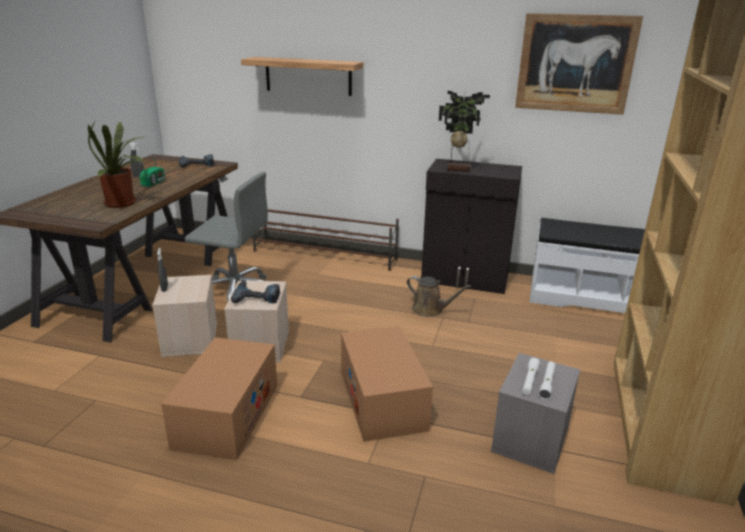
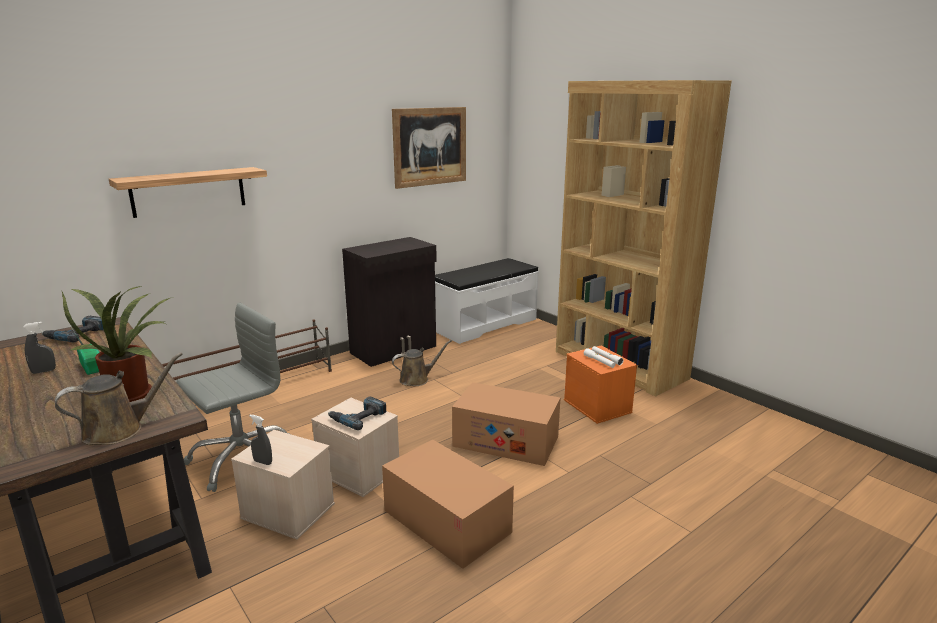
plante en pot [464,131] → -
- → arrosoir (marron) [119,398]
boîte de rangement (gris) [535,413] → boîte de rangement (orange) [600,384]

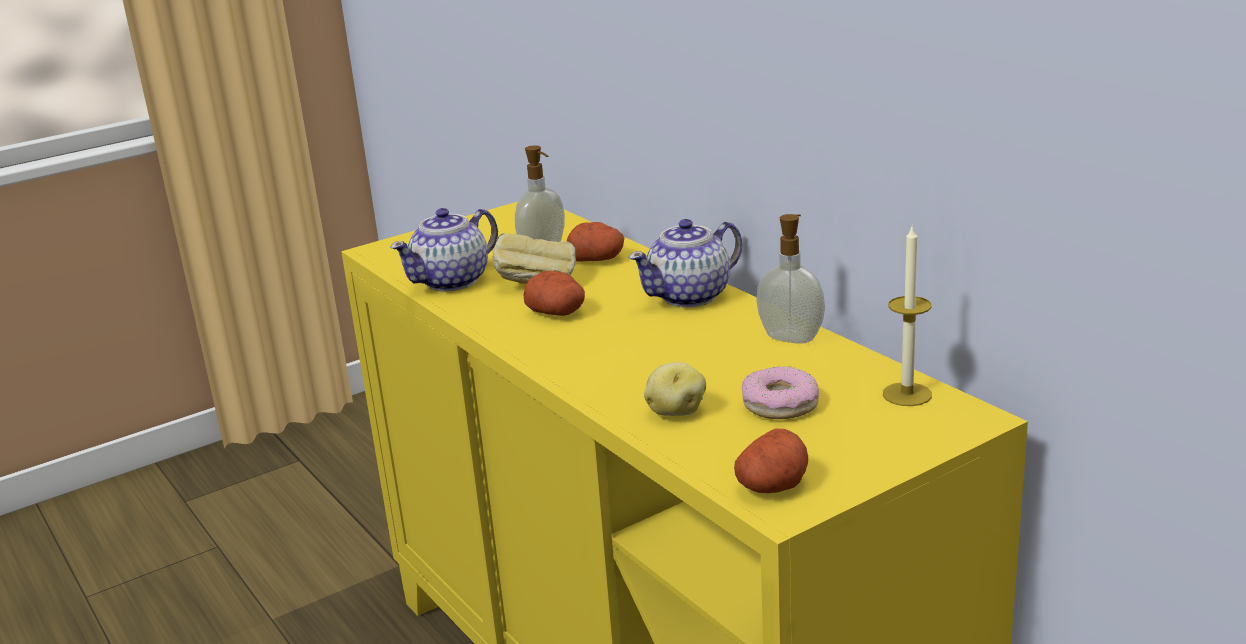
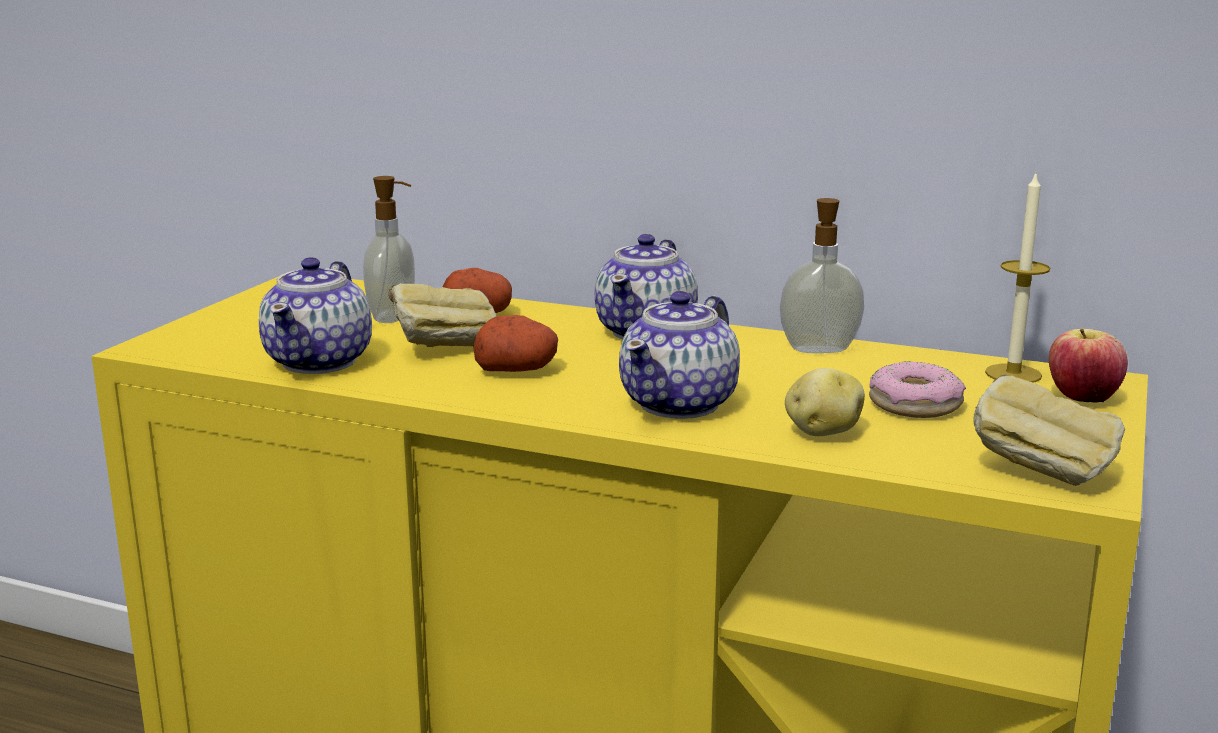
- → théière [679,355]
- → pomme [1088,366]
pomme de terre [771,461] → pain [1049,430]

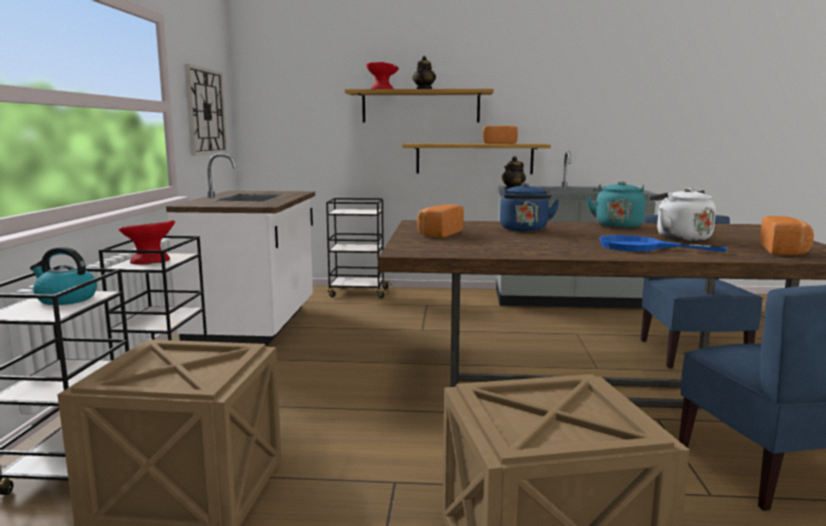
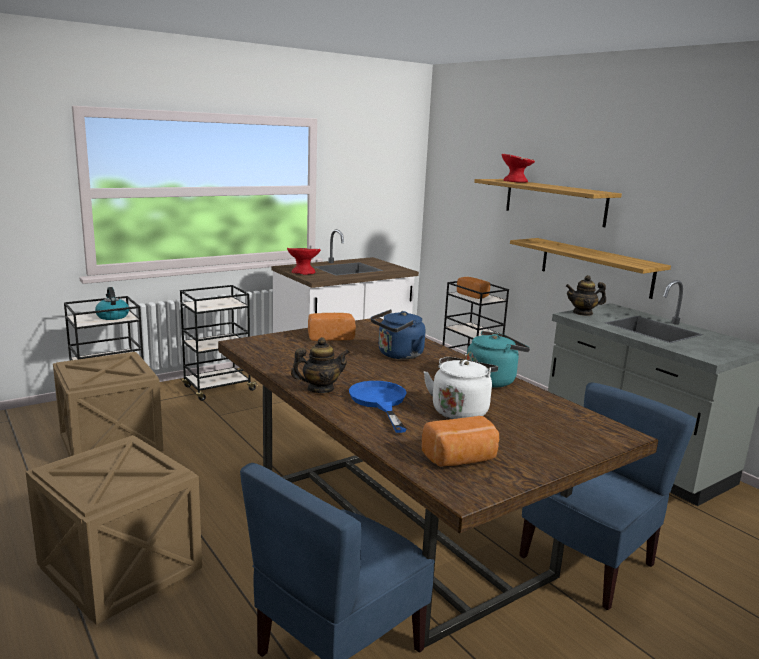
horloge murale [206,109] → -
bol (rouge) [146,242] → bol (rouge) [304,261], move
théière [424,72] → théière [320,365], move
pain [500,135] → pain [473,288], move

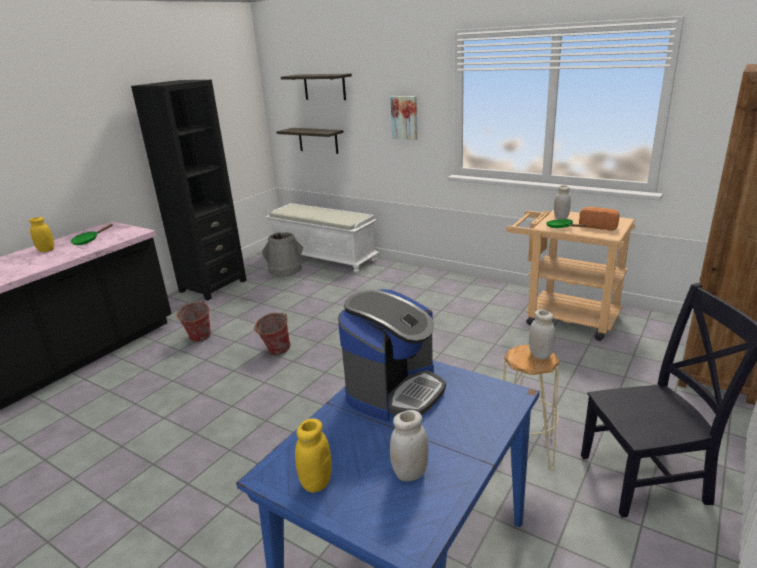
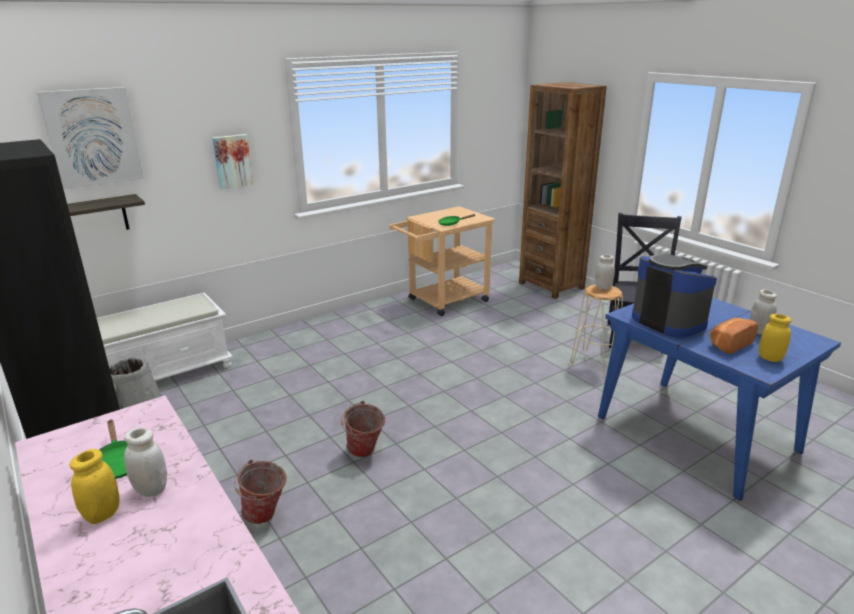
bocal (blanc) [562,202] → bocal (blanc) [145,462], move
pain [599,219] → pain [734,336], move
étagère [316,87] → tableau [90,138]

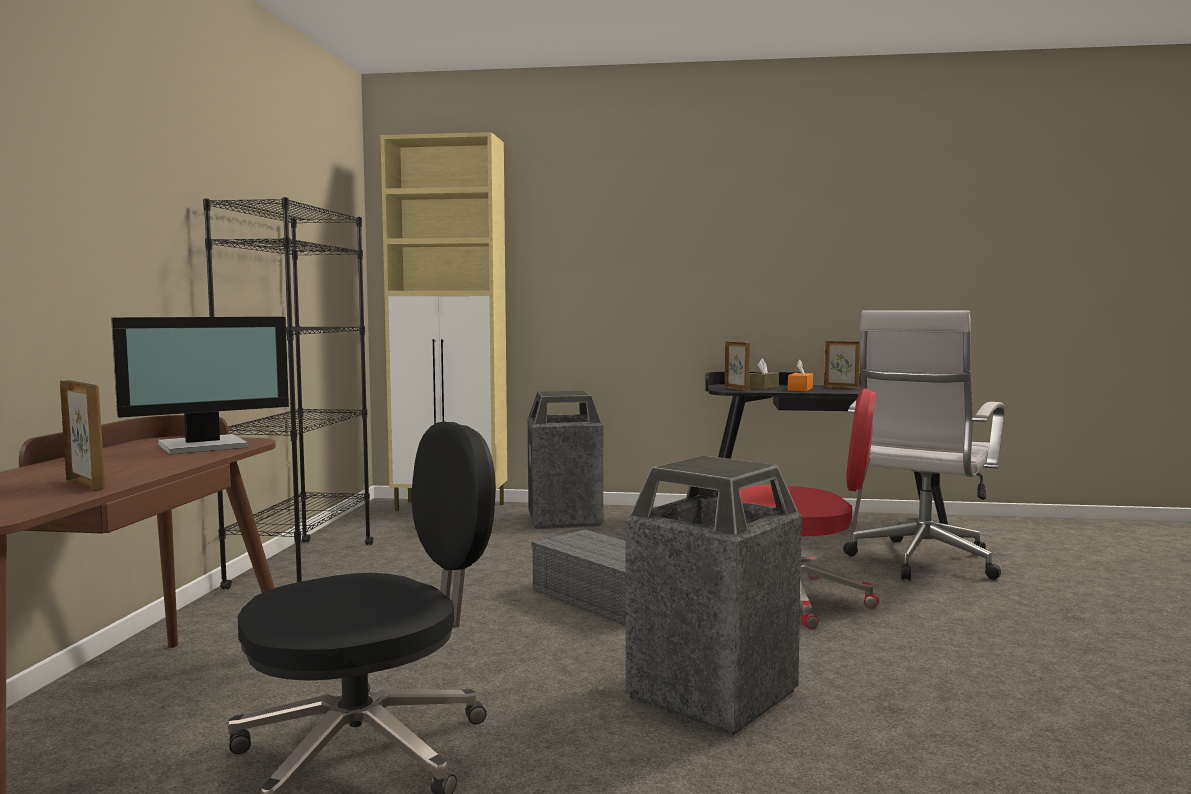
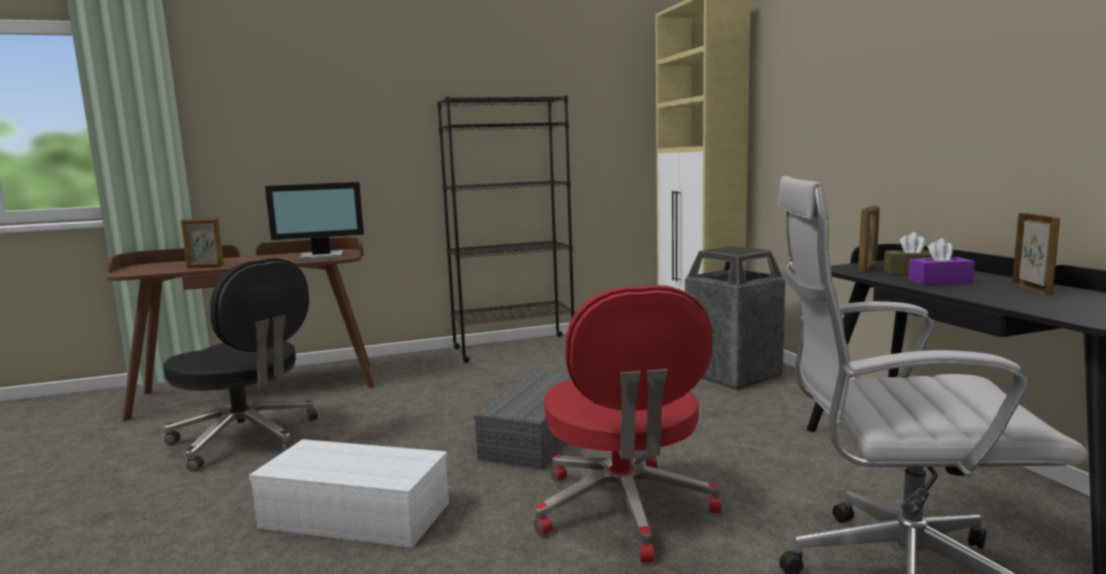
poubelle [714,595] → boîte de rangement (blanc) [349,493]
boîte à mouchoirs (orange) [800,375] → boîte à mouchoirs (violet) [941,261]
cadre photo [82,435] → cadre photo [202,243], 75 degrees clockwise
écran d'ordinateur [200,385] → écran d'ordinateur [314,221], 45 degrees counterclockwise

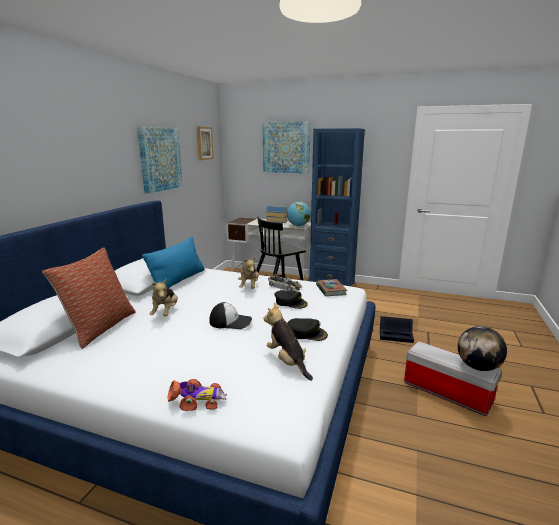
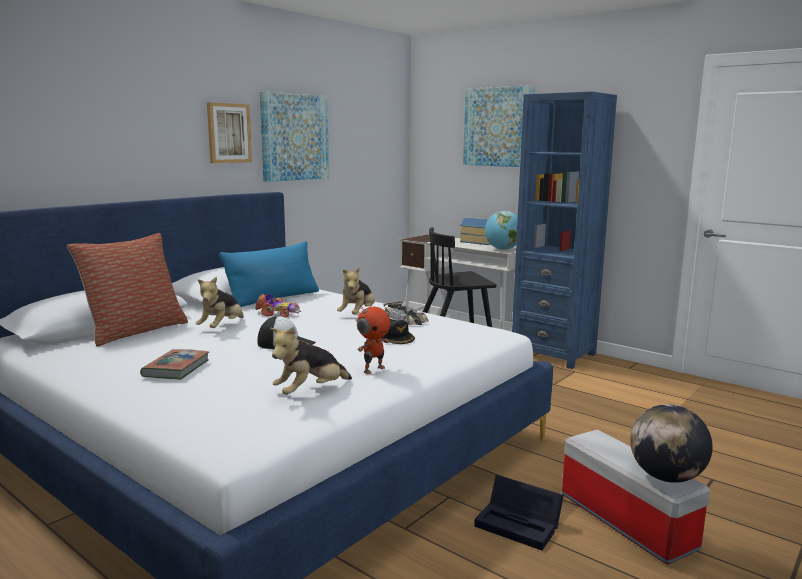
petite voiture [197,395] → petite voiture [278,305], move
tableau [205,143] → tableau [229,132], move
livre [331,287] → livre [174,364], move
boîte de rangement (noir) [397,329] → boîte de rangement (noir) [519,513], move
casquette (noir) [308,329] → robot jouet [373,339]
peluche [288,342] → peluche [311,361], 120 degrees counterclockwise

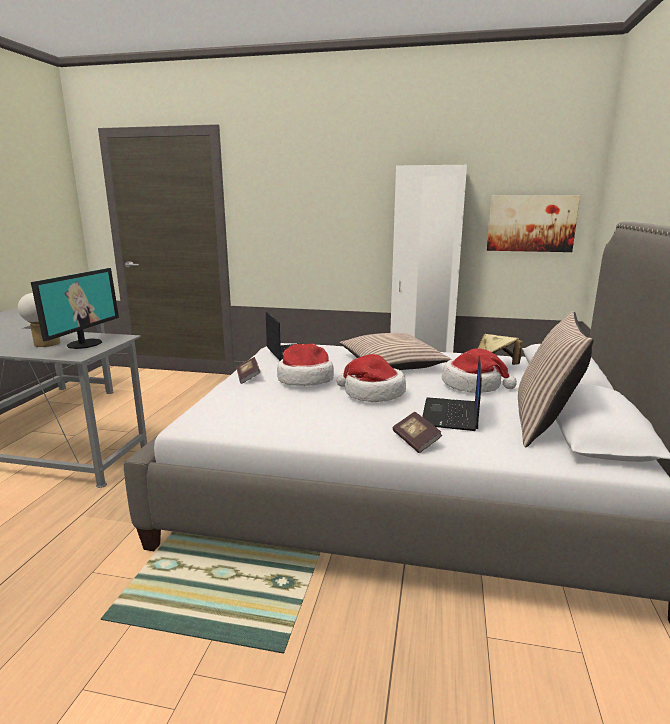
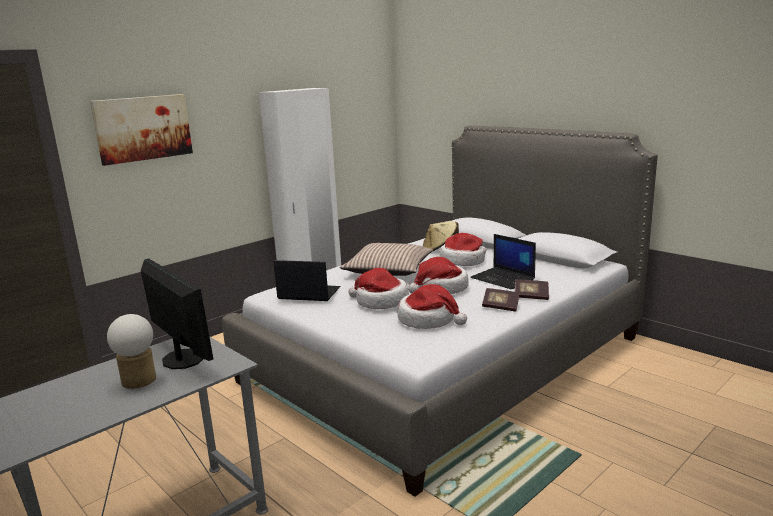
coussin [556,379] → -
- → chapeau [432,306]
livre [248,370] → livre [501,300], move
tableau [533,224] → tableau [141,130], move

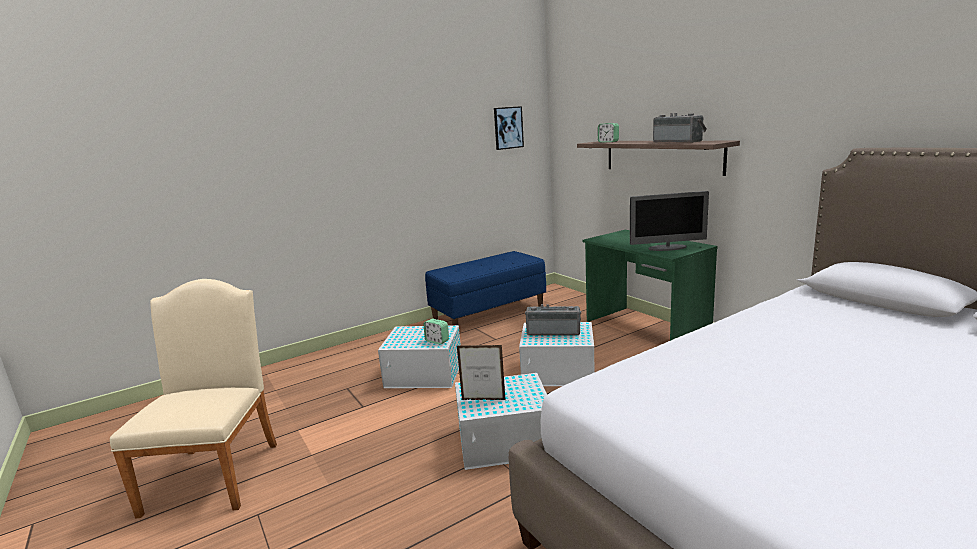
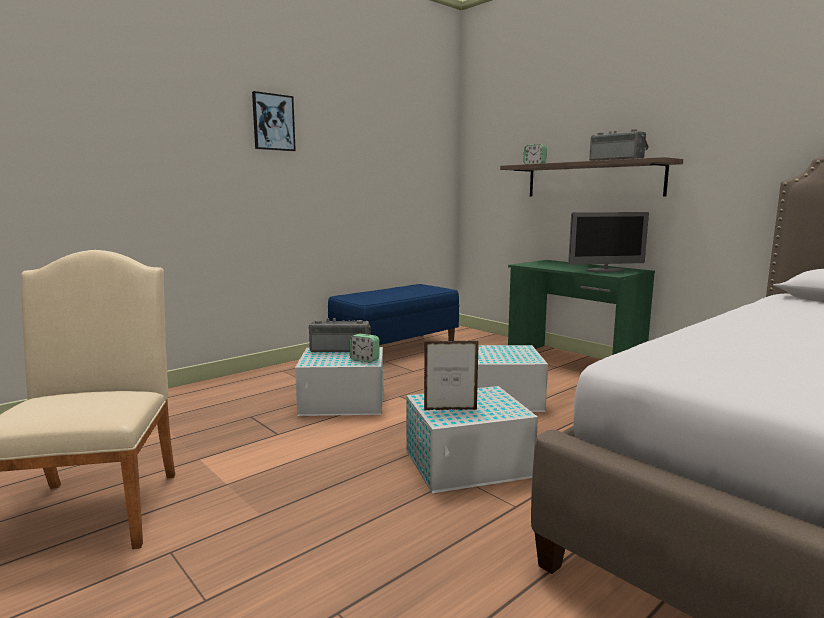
tableau [509,128] → tableau [274,121], move
radio [553,319] → radio [340,335], move

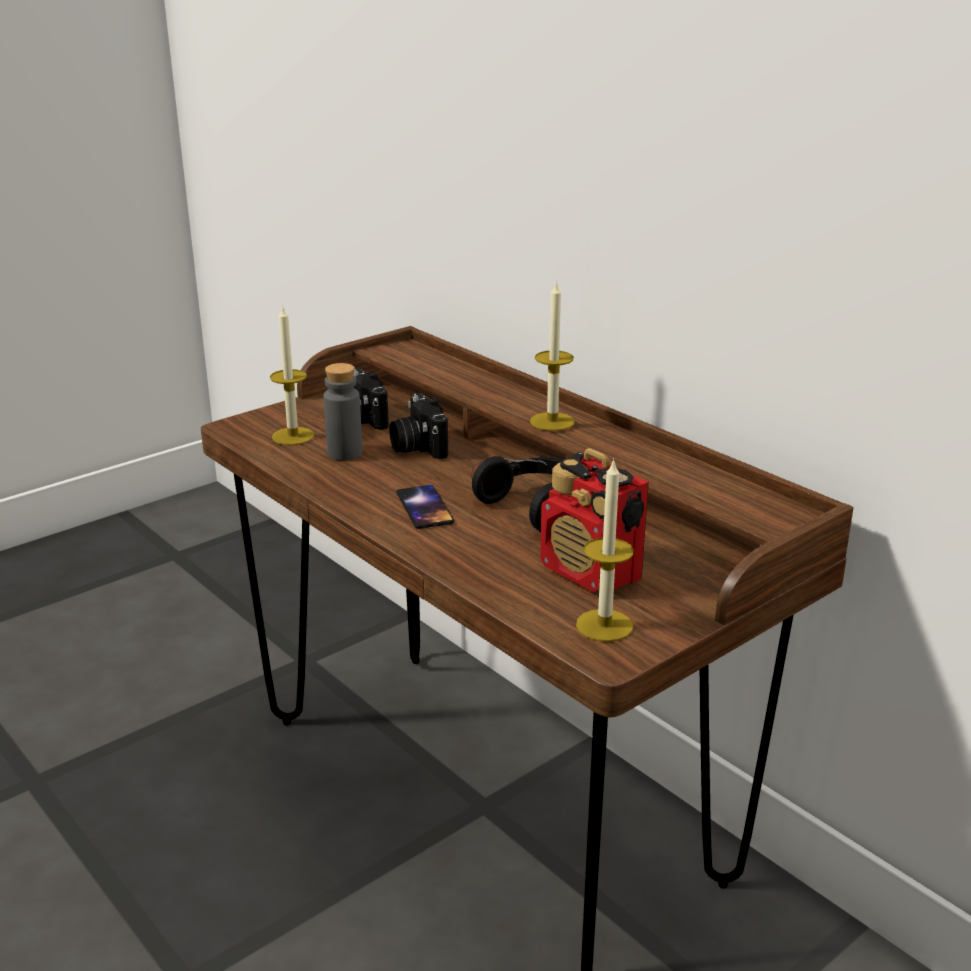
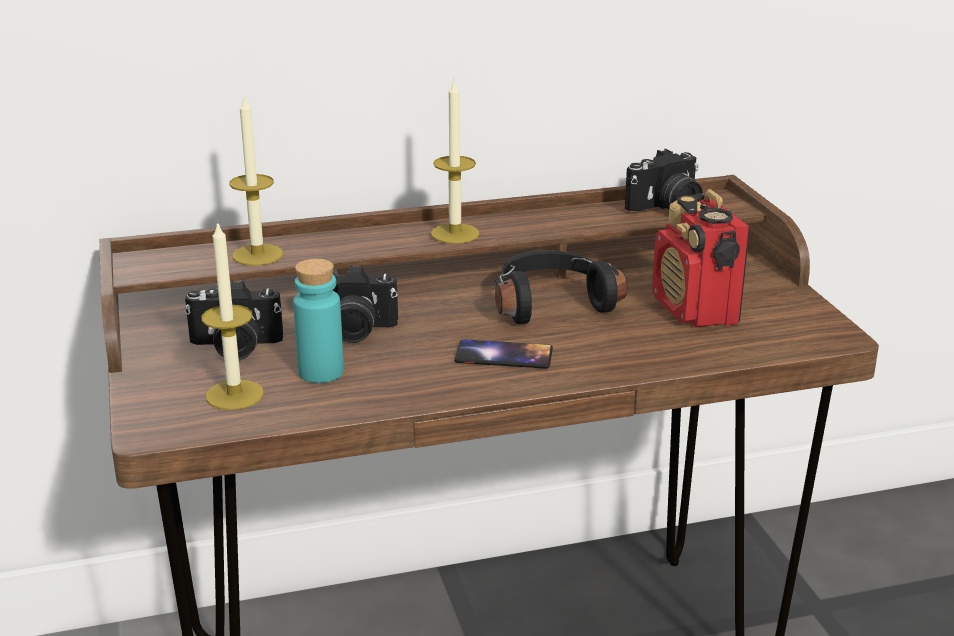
- → appareil photo [664,180]
bougie [605,550] → bougie [256,181], move
bouteille (gris) [342,411] → bouteille (turquoise) [318,321]
radio [594,520] → radio [701,258], 90 degrees clockwise

